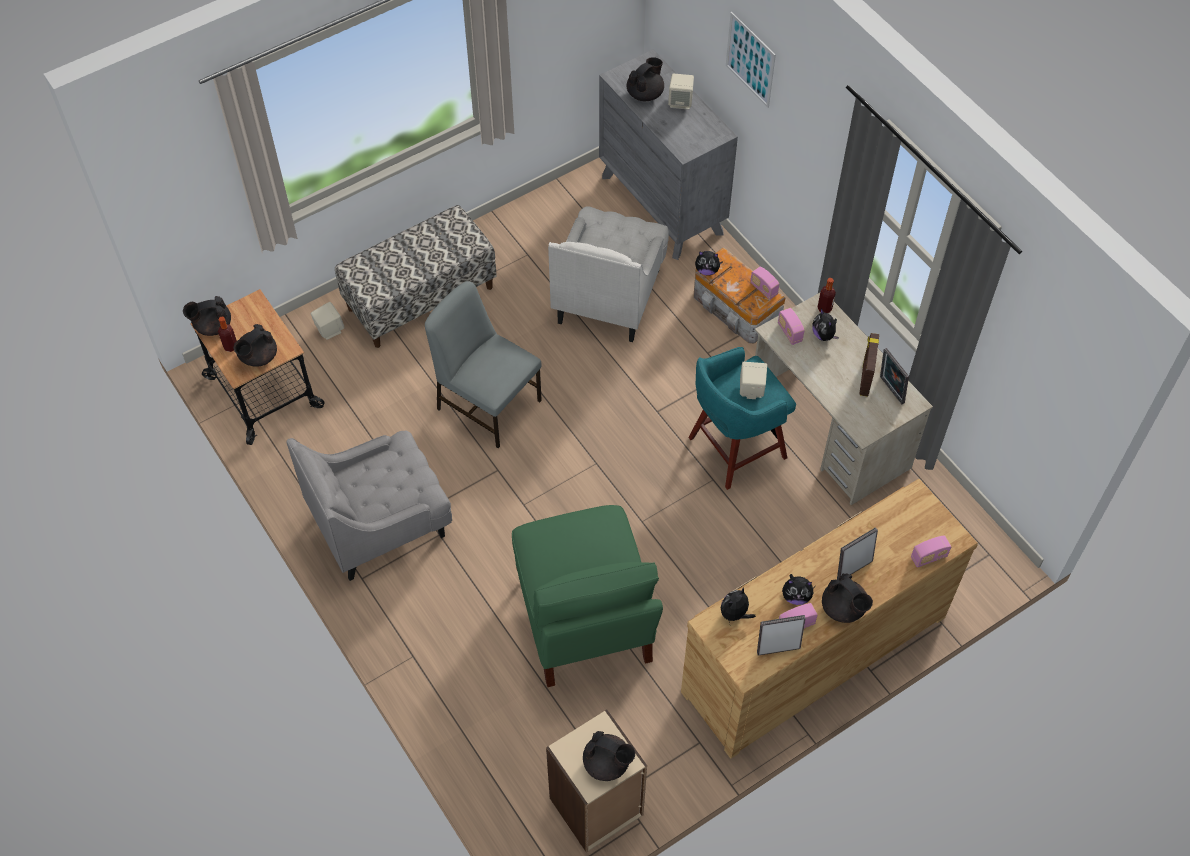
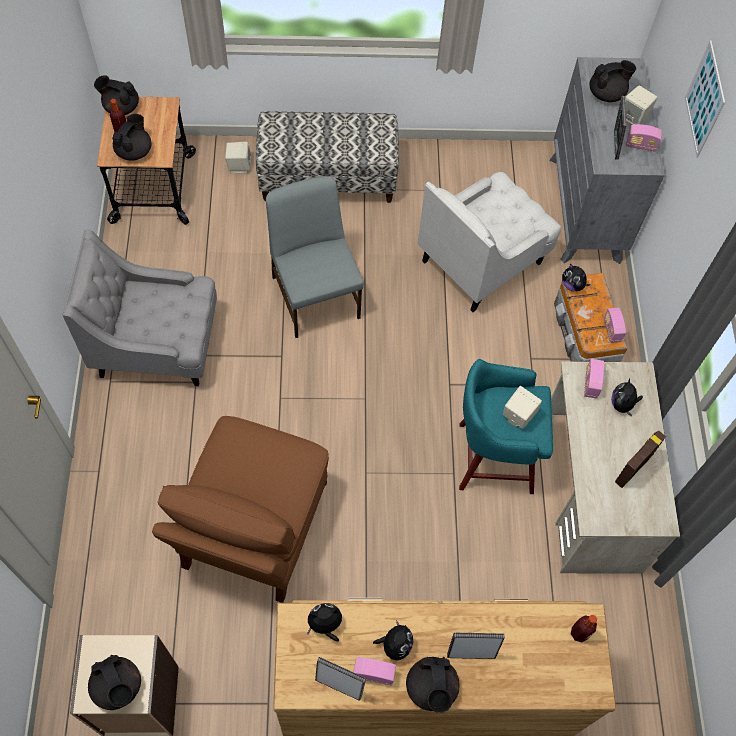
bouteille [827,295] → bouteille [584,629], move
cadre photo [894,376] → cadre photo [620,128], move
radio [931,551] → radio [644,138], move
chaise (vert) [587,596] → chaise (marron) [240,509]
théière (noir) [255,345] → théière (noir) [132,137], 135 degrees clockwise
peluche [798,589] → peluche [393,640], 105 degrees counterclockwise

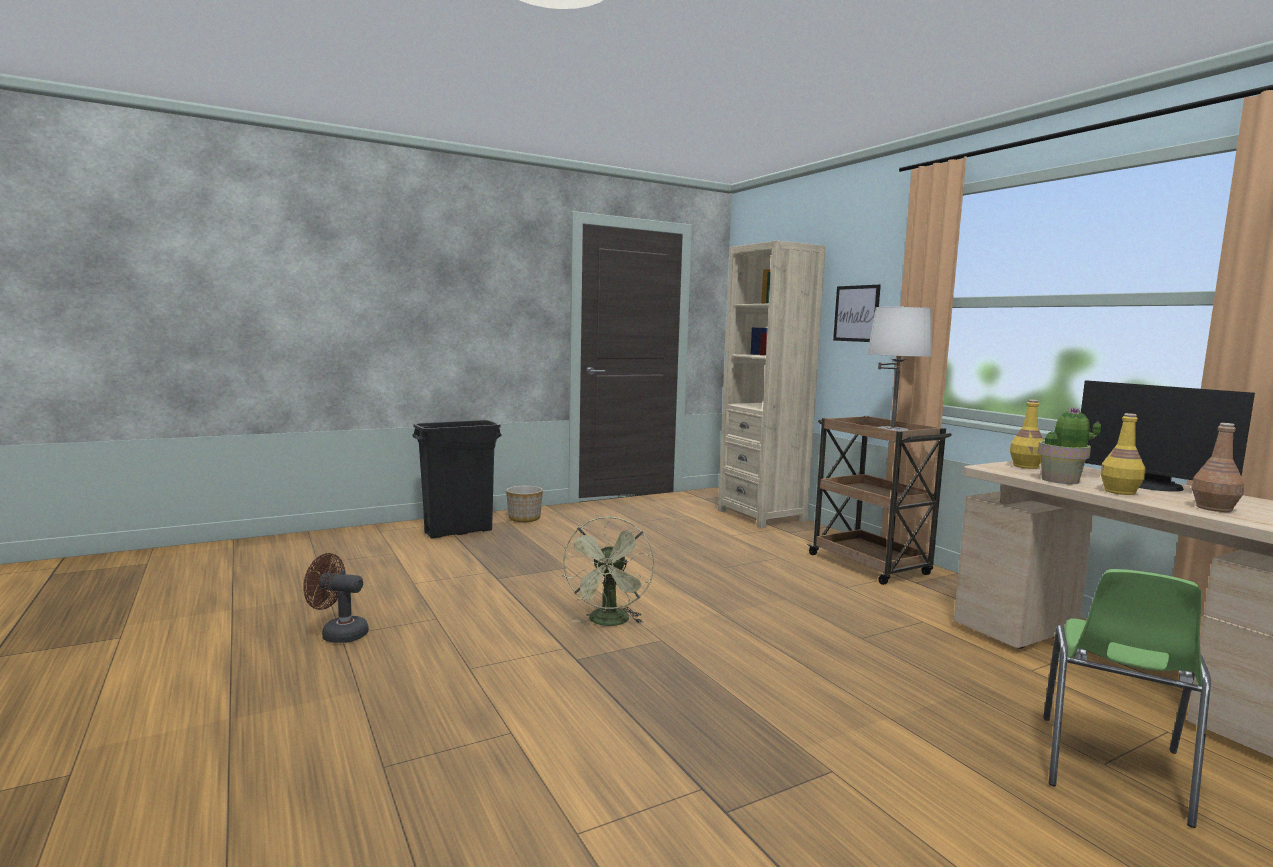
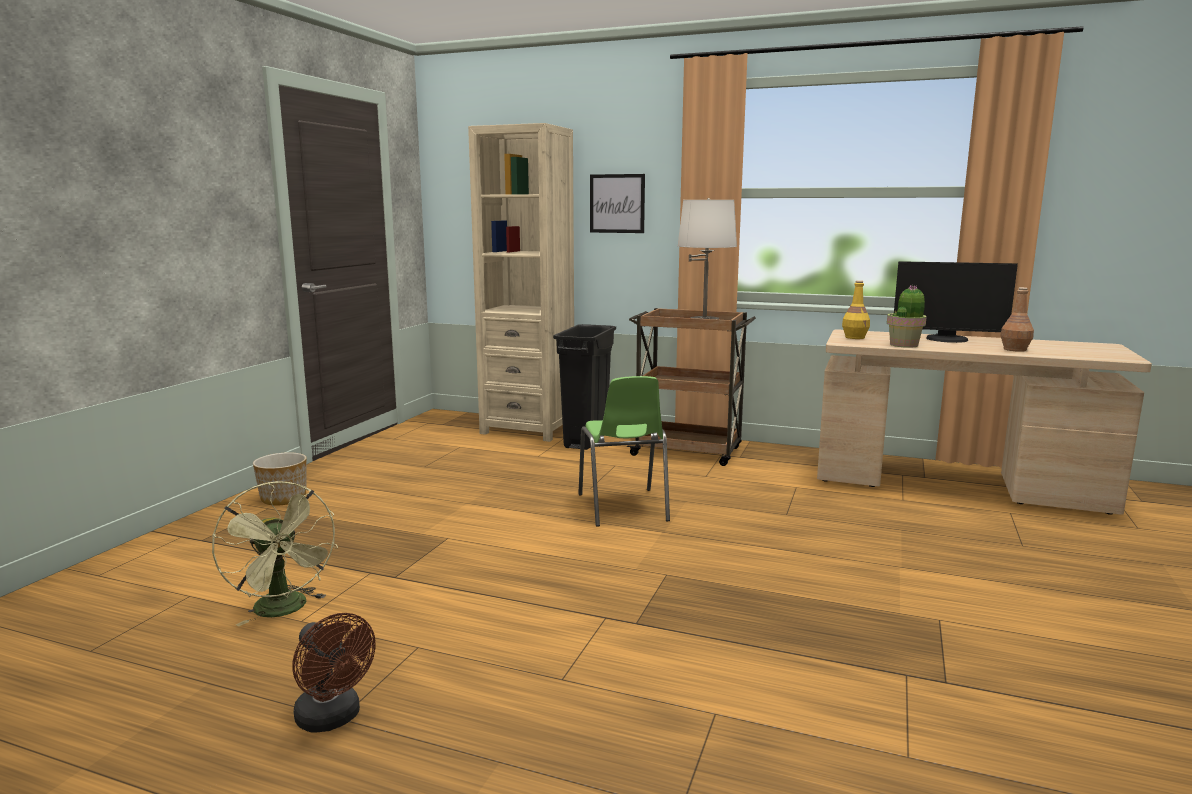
bouteille (jaune) [1123,454] → -
poubelle (noir) [456,479] → poubelle (noir) [584,387], move
ventilateur (vert) [608,571] → ventilateur (vert) [275,553], move
chaise (vert) [1127,698] → chaise (vert) [624,451], move
ventilateur (marron) [336,598] → ventilateur (marron) [334,673], 105 degrees counterclockwise

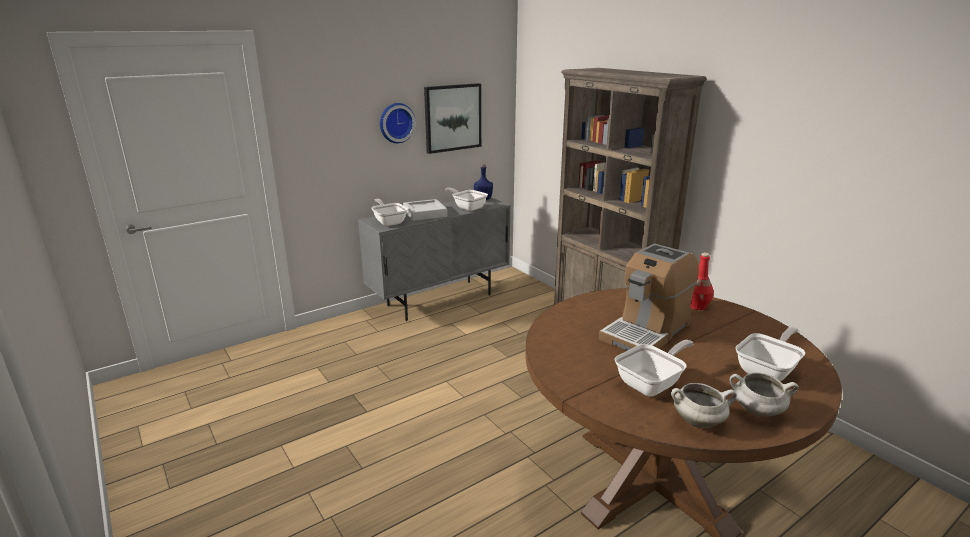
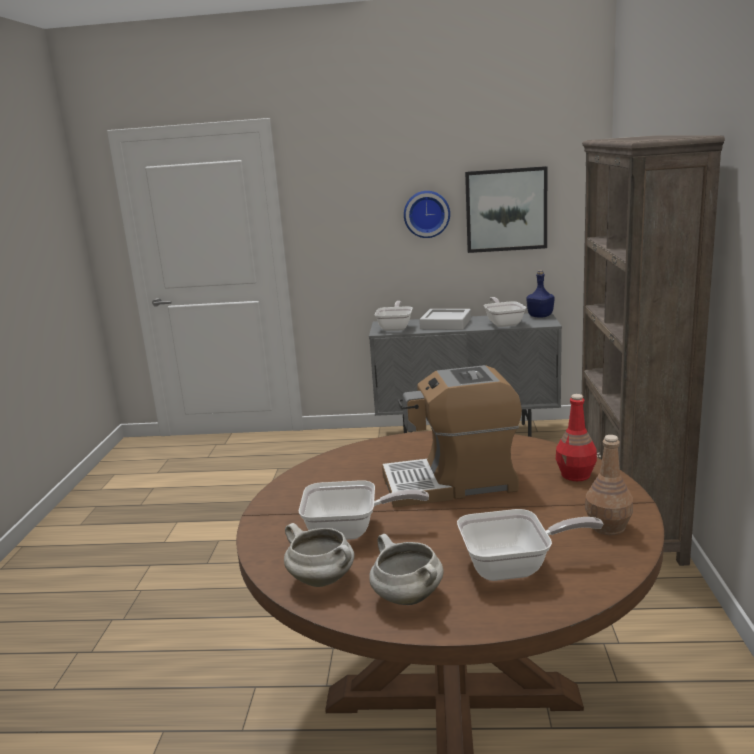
- → bouteille (marron) [609,485]

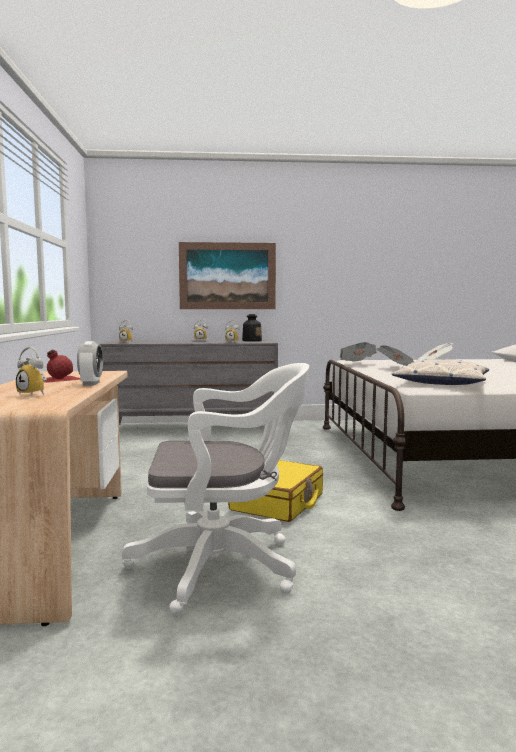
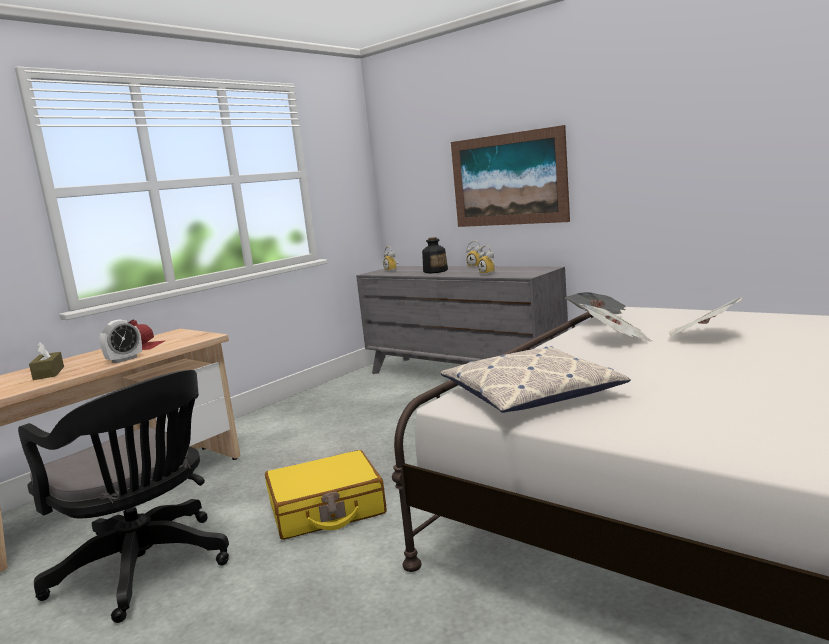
bouteille [252,327] → bouteille [435,255], move
réveil [31,371] → boîte à mouchoirs (marron) [46,361]
chaise de bureau (blanc) [215,489] → chaise de bureau (noir) [123,496]

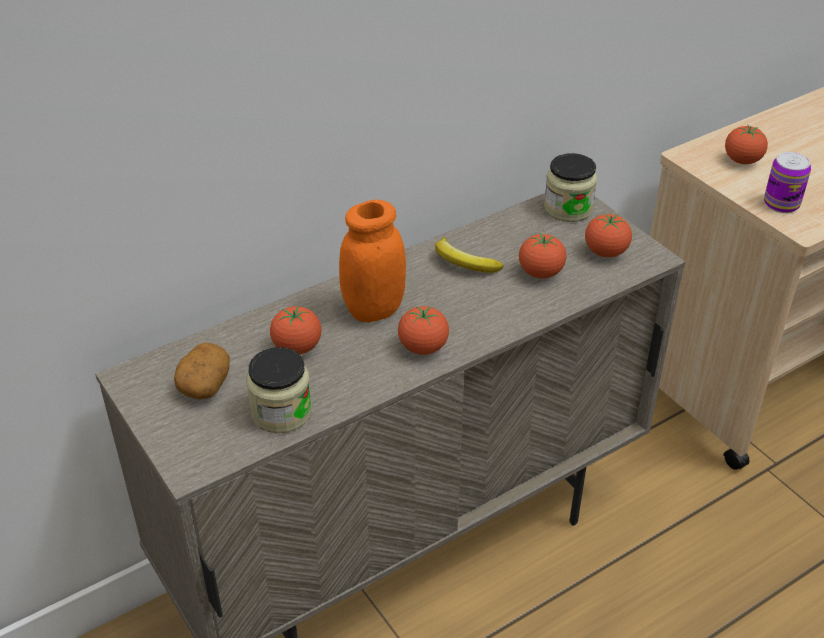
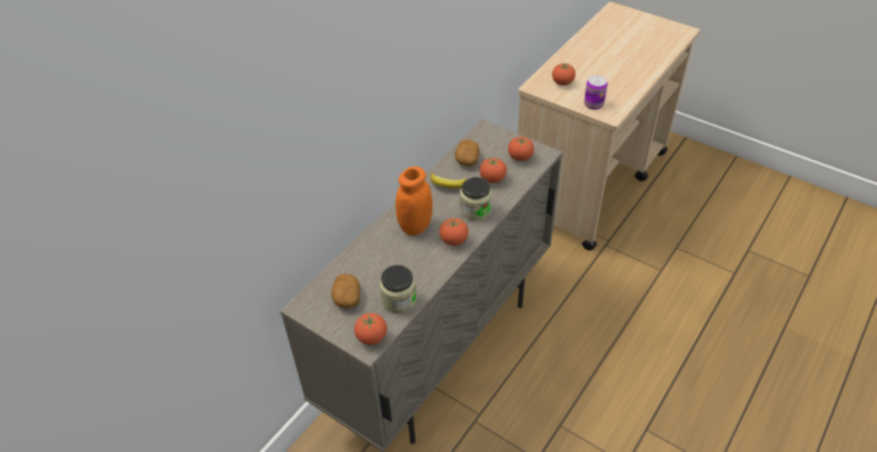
- → pomme de terre [467,153]
tomate [296,330] → tomate [370,329], move
bocal [570,187] → bocal [476,199], move

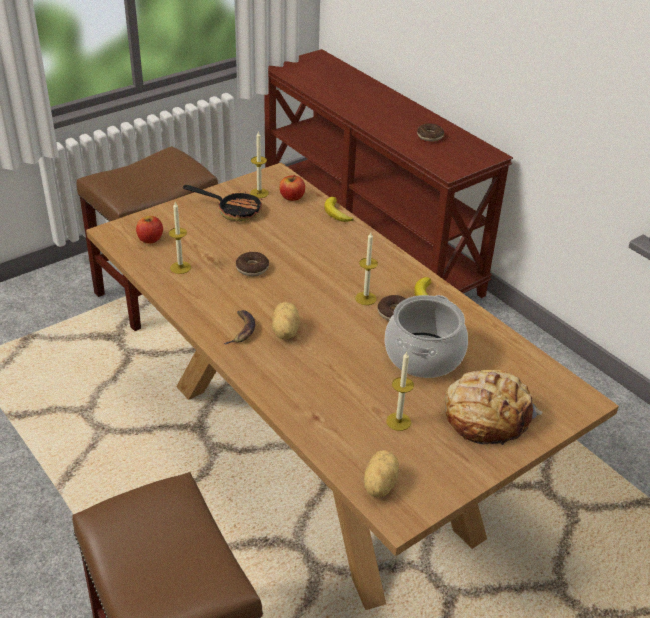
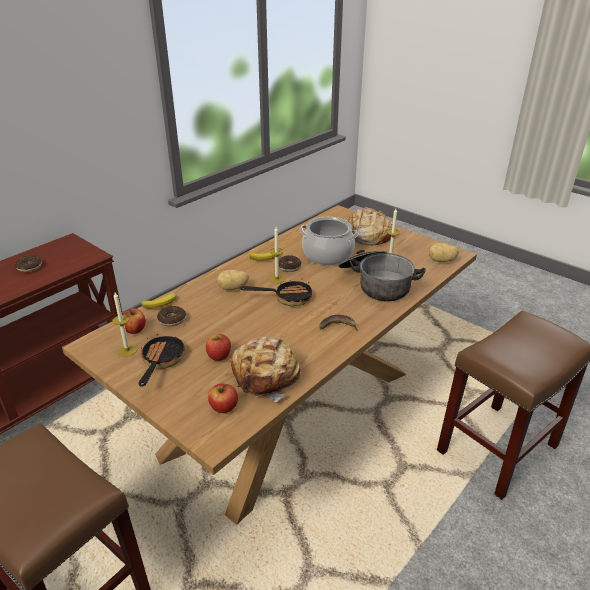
- → pomme [218,347]
- → poêle [276,293]
- → marmite [382,275]
beignet [252,264] → beignet [171,316], move
pomme de terre [286,320] → pomme de terre [233,280], move
bougie [180,238] → pain [265,369]

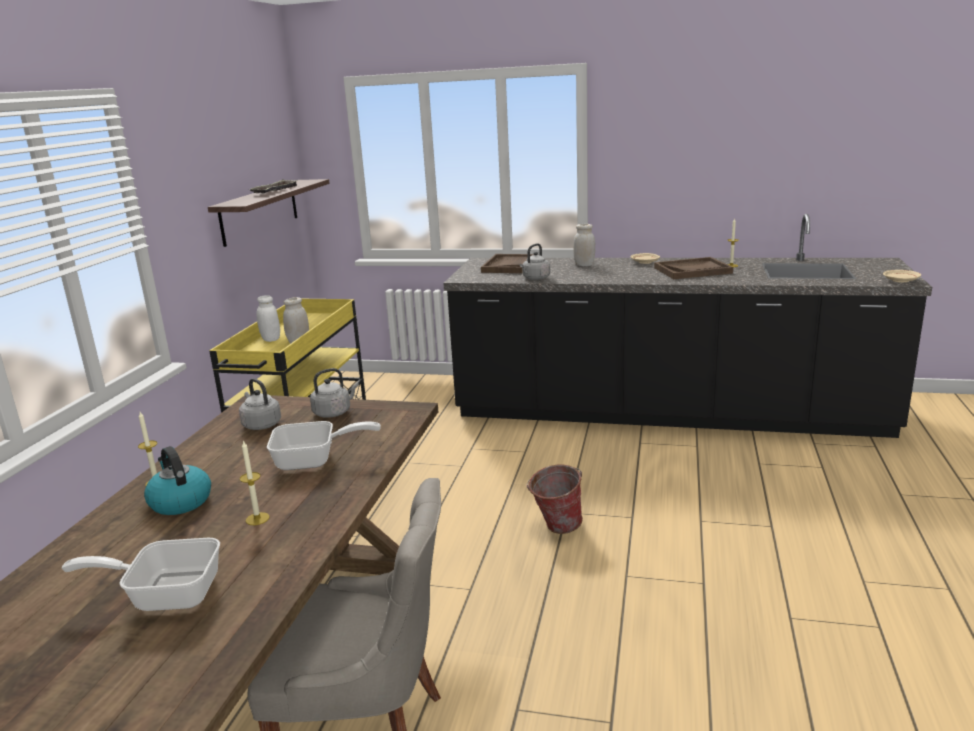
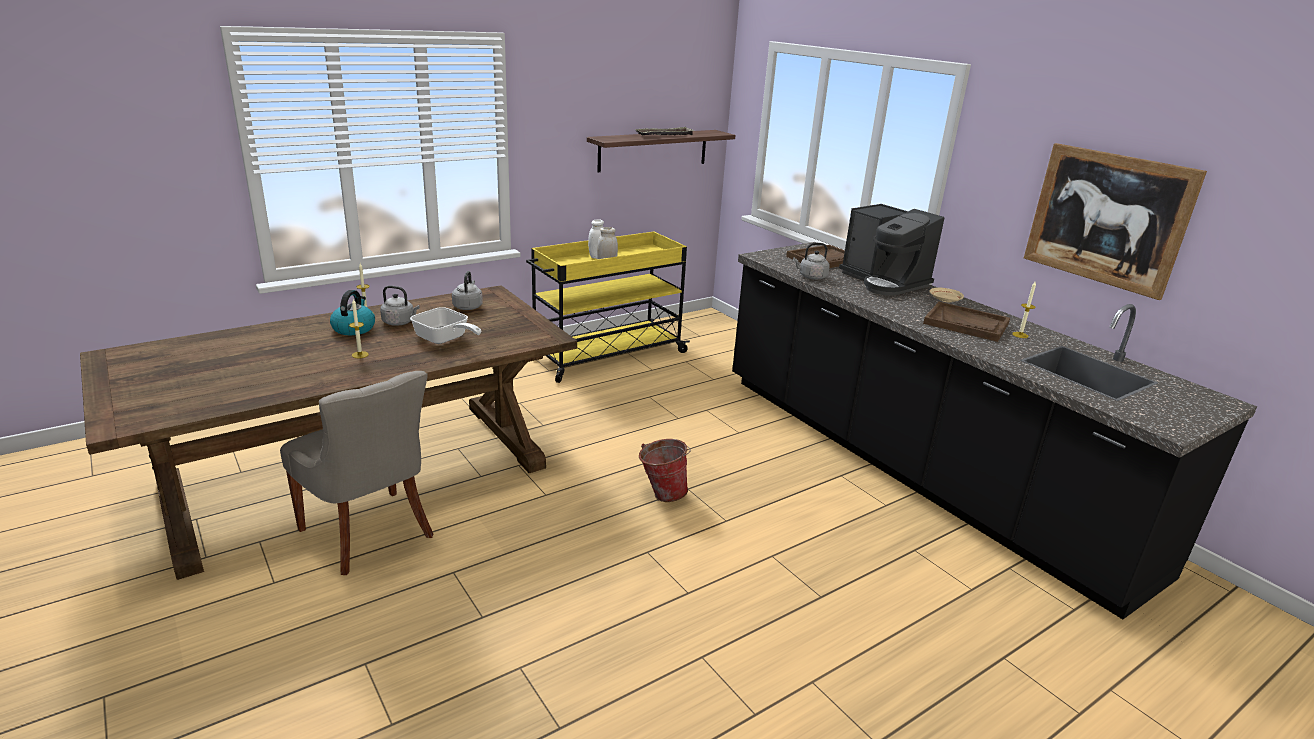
poêle [141,574] → -
assiette (beige) [902,276] → -
- → tableau [1115,221]
bouilloire (gris) [334,393] → bouilloire (gris) [399,306], move
bocal (blanc) [584,245] → machine à café [892,250]

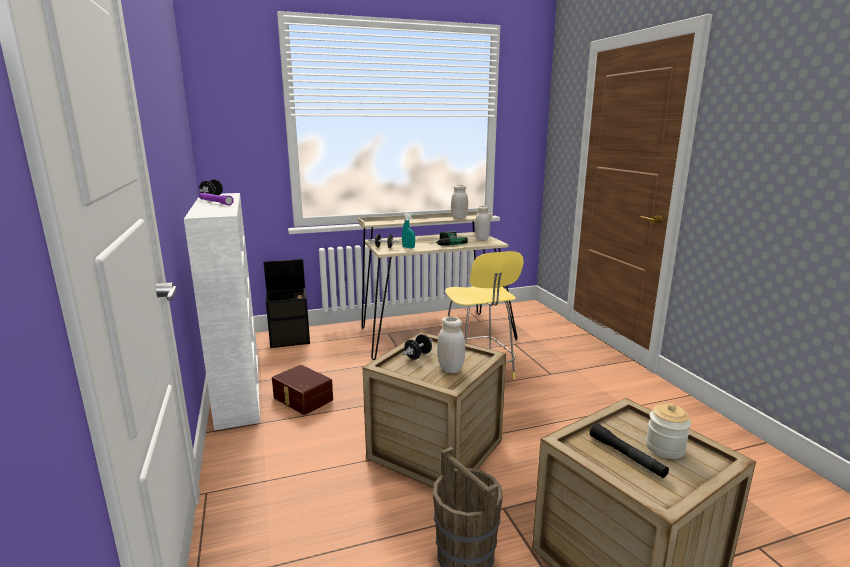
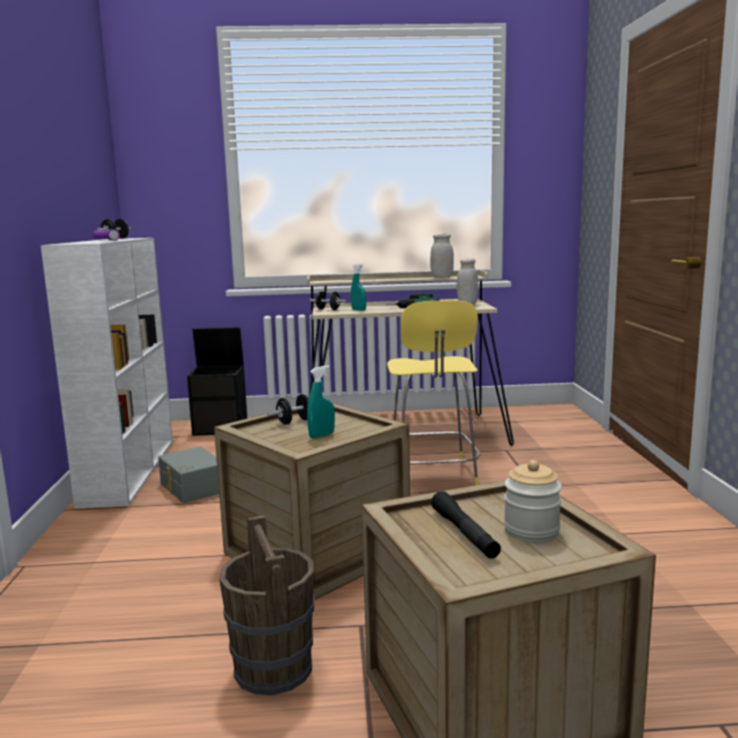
bocal (blanc) [451,345] → vaporisateur (turquoise) [321,402]
boîte de rangement (marron) [302,390] → boîte de rangement (gris) [188,475]

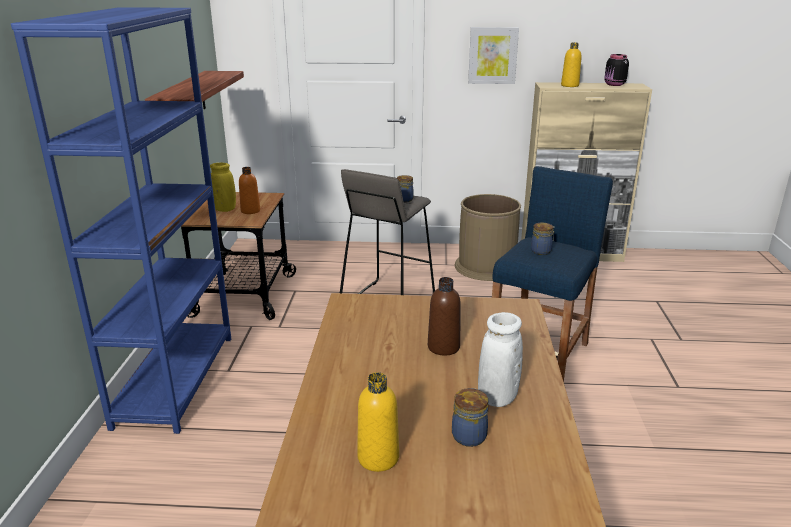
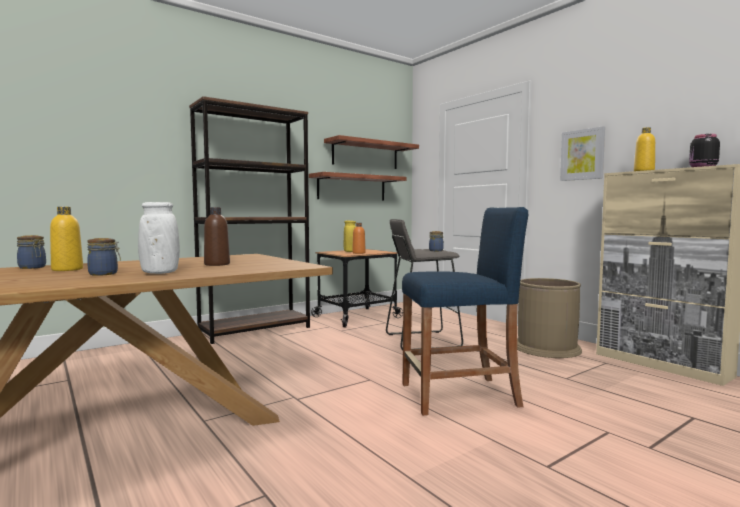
- → étagère [371,152]
bocal [542,239] → bocal [31,252], move
bibliothèque (bleu) [121,220] → bibliothèque (marron) [249,220]

